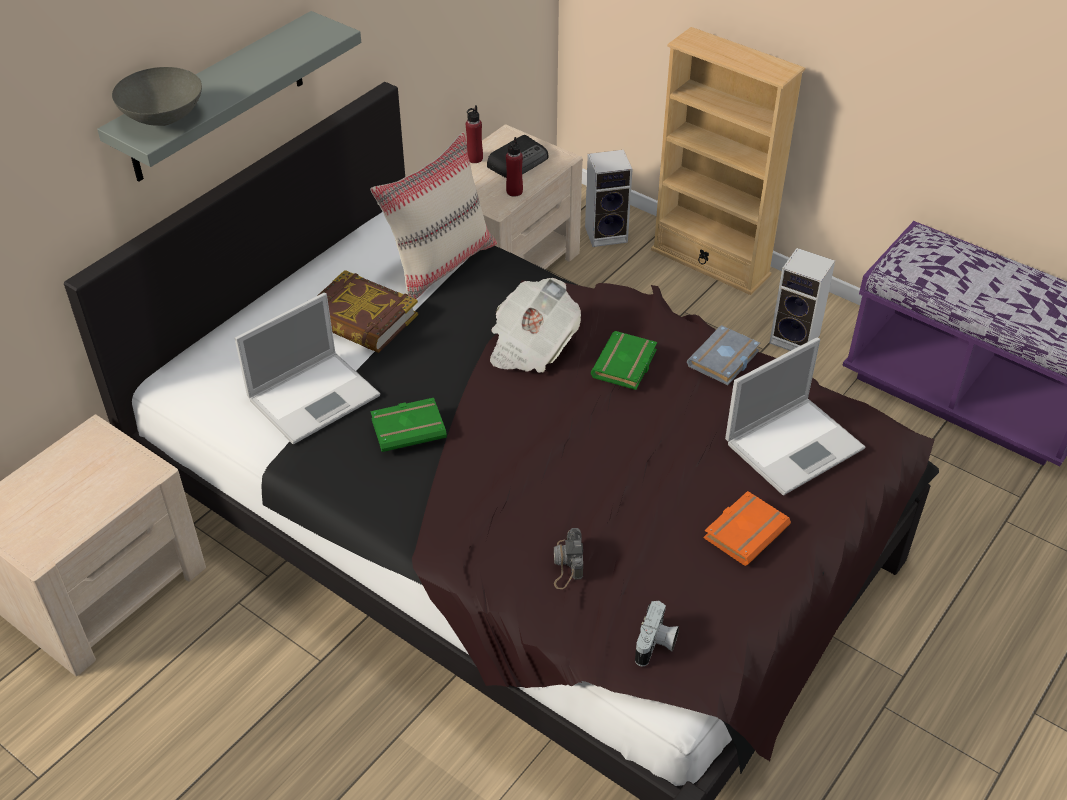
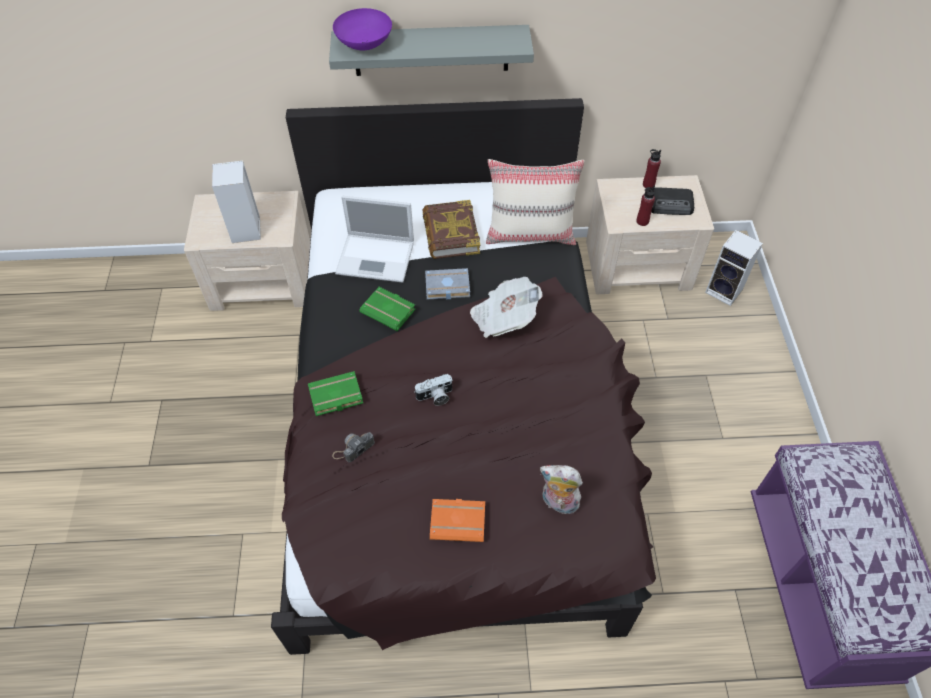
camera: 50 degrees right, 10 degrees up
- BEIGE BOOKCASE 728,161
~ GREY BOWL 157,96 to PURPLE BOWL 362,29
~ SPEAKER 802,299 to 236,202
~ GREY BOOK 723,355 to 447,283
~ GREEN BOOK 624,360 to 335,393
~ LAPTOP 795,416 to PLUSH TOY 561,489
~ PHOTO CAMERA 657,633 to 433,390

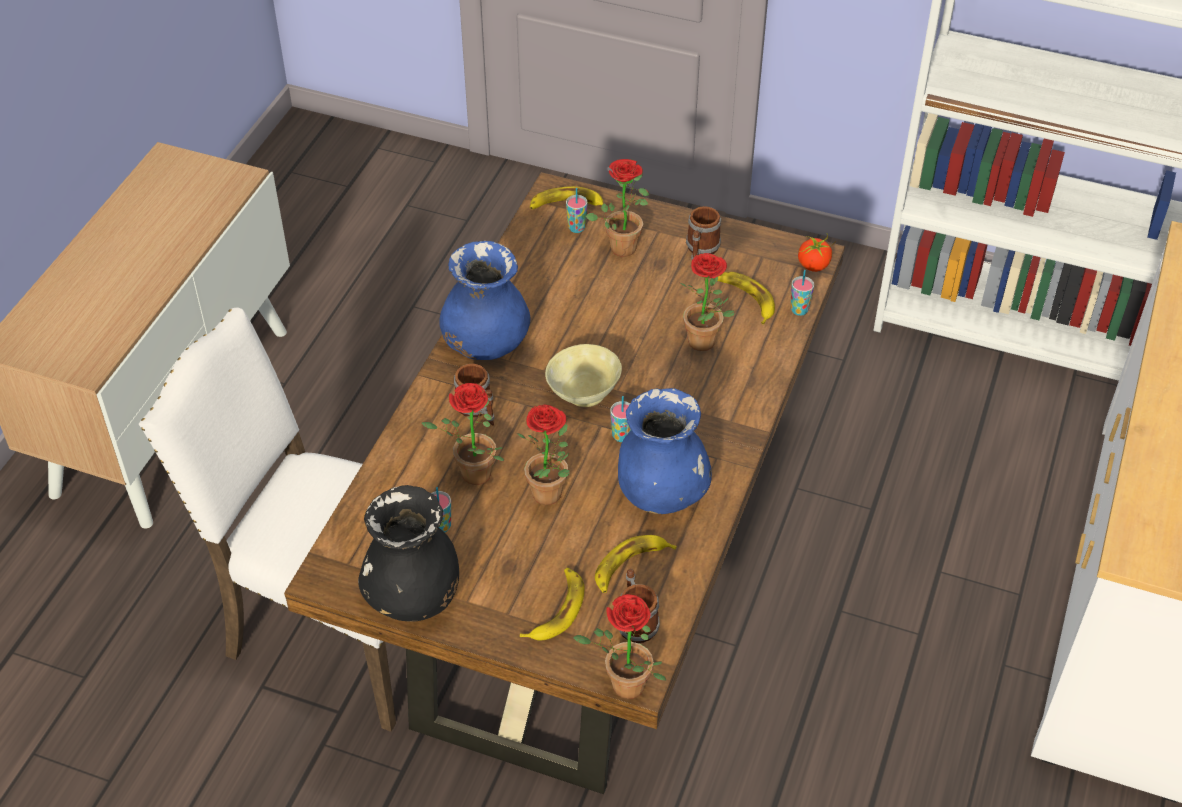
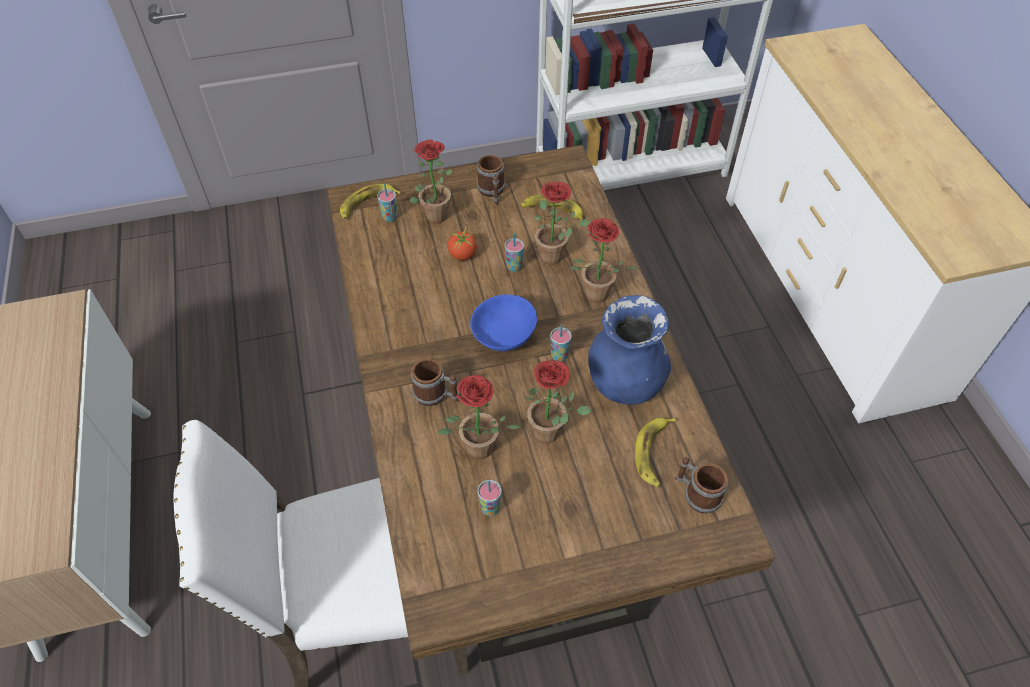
camera: 35 degrees left, 5 degrees up
~ TOMATO 817,252 to 462,242
- BLUE VASE 484,300
~ CUP 802,293 to 514,252
~ BEIGE BOWL 583,375 to BLUE BOWL 503,322
- BLACK VASE 408,553
- BANANA 552,604
~ POTTED PLANT 619,646 to 603,260

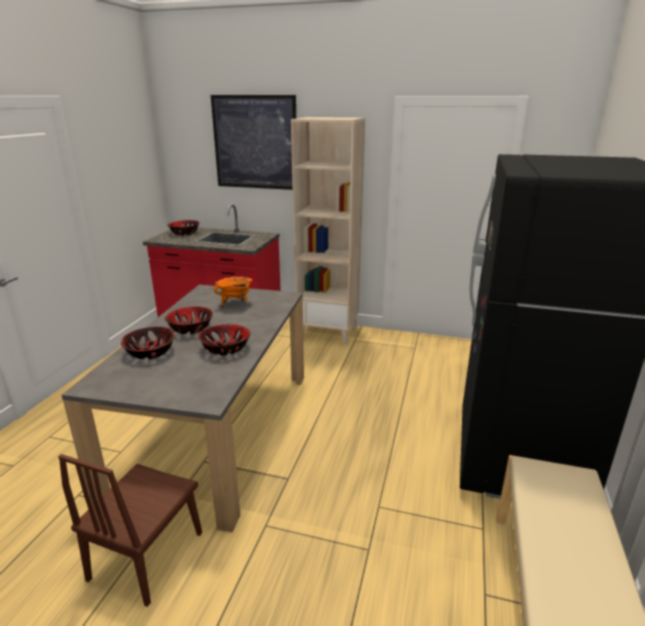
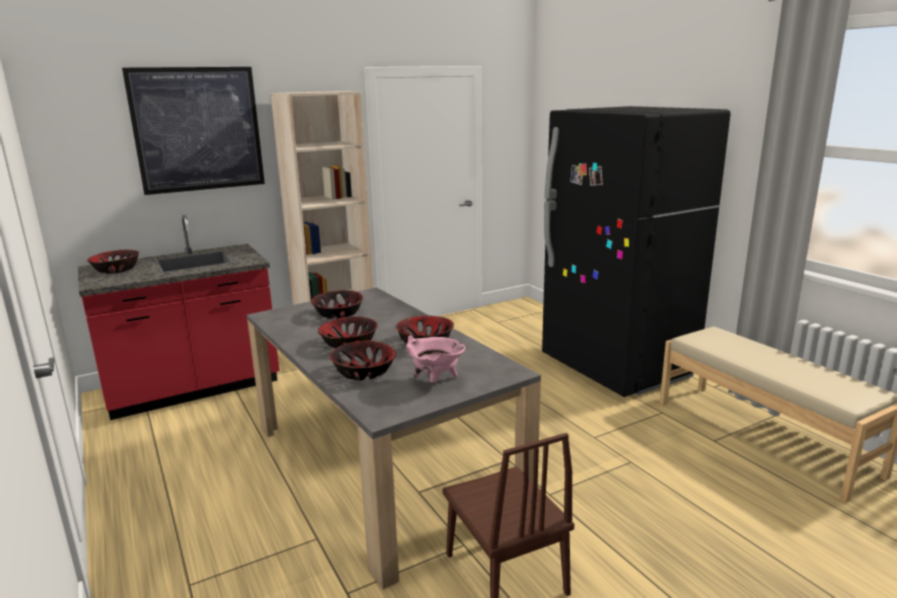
camera: 45 degrees left, 5 degrees down
~ ORANGE COOKING POT 233,292 to BOWL 337,304
+ PINK COOKING POT 435,359

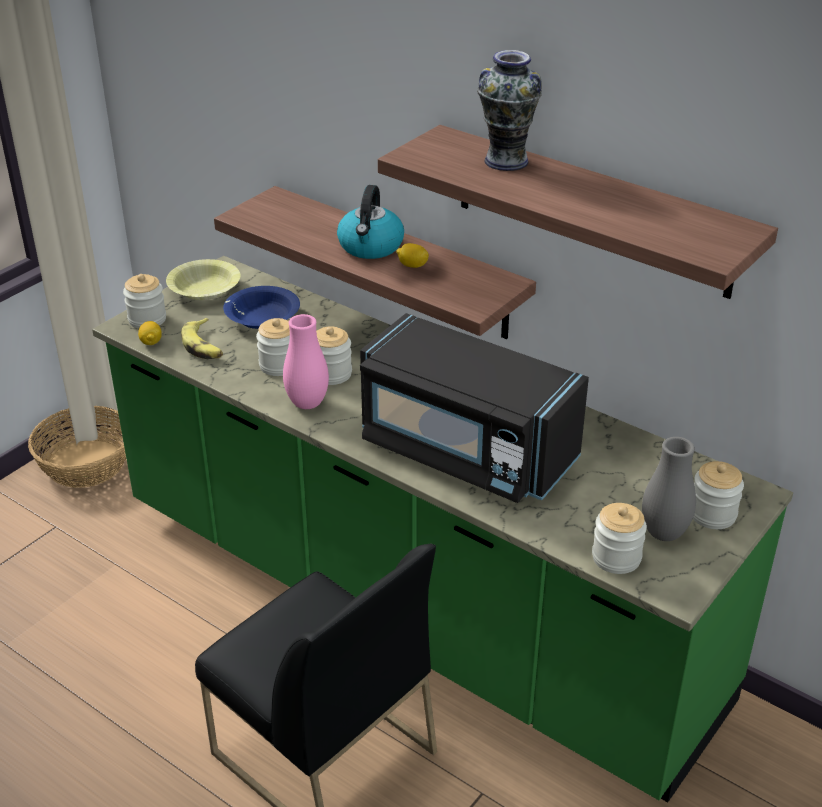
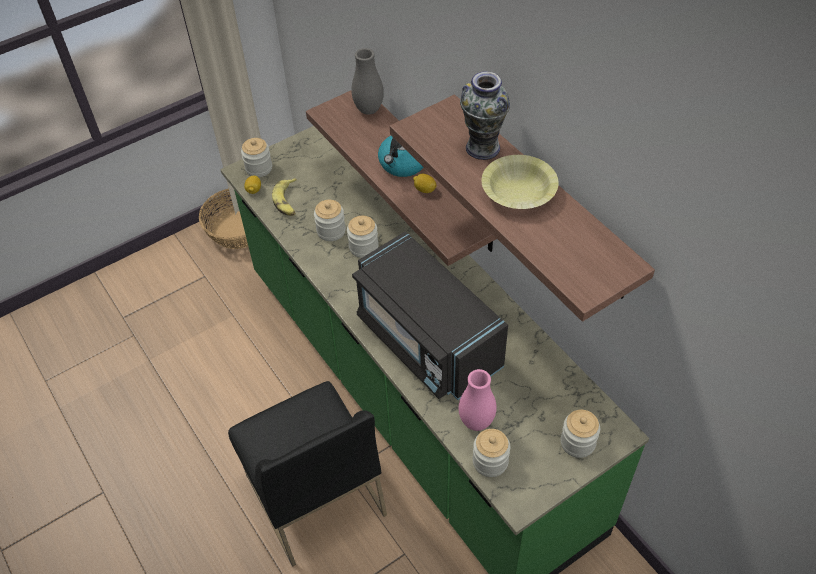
camera: 20 degrees right, 15 degrees up
~ YELLOW BOWL 203,279 to 520,182
- BLUE BOWL 261,307
~ PINK VASE 306,361 to 477,400
~ GREY VASE 669,489 to 367,81

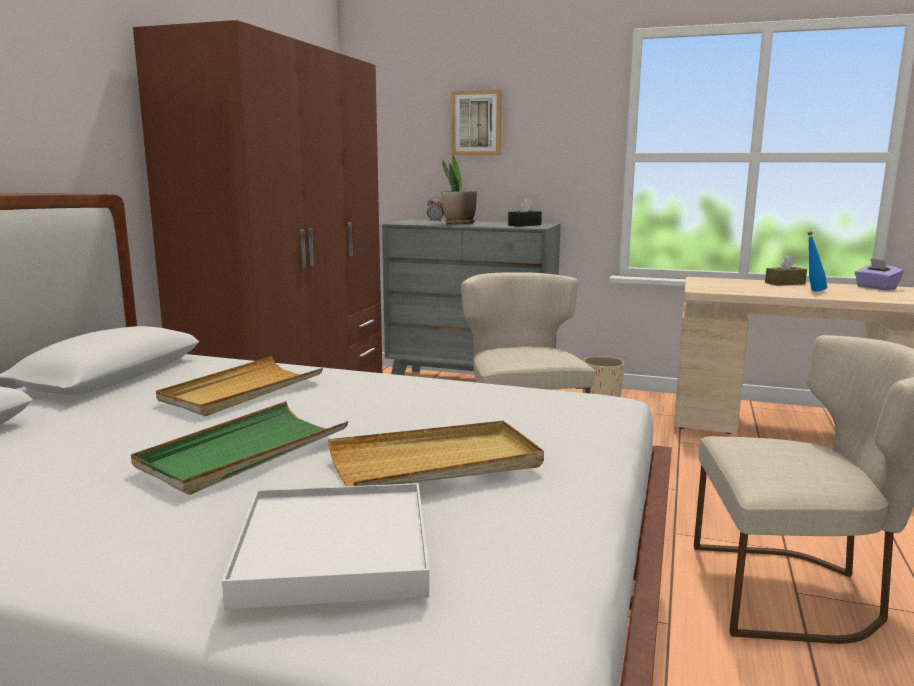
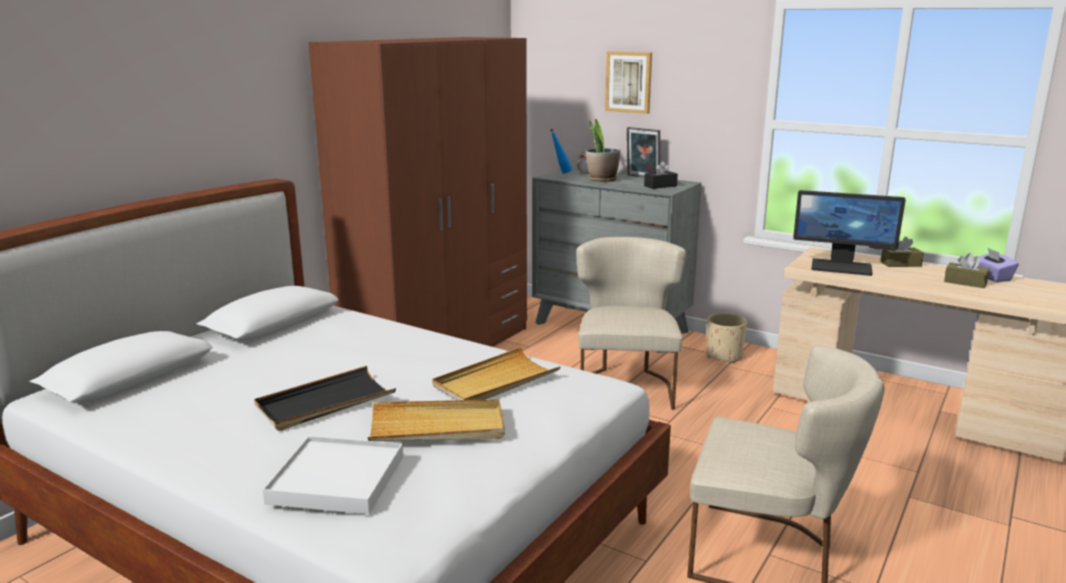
camera: 15 degrees right, 5 degrees up
~ BLUE BOTTLE 817,261 to 561,151
~ BEIGE TRAY 239,386 to 496,373
~ GREEN TRAY 239,448 to BLACK TRAY 325,398
+ PICTURE FRAME 643,152
+ MONITOR 849,233
+ BROWN TISSUE BOX 967,270

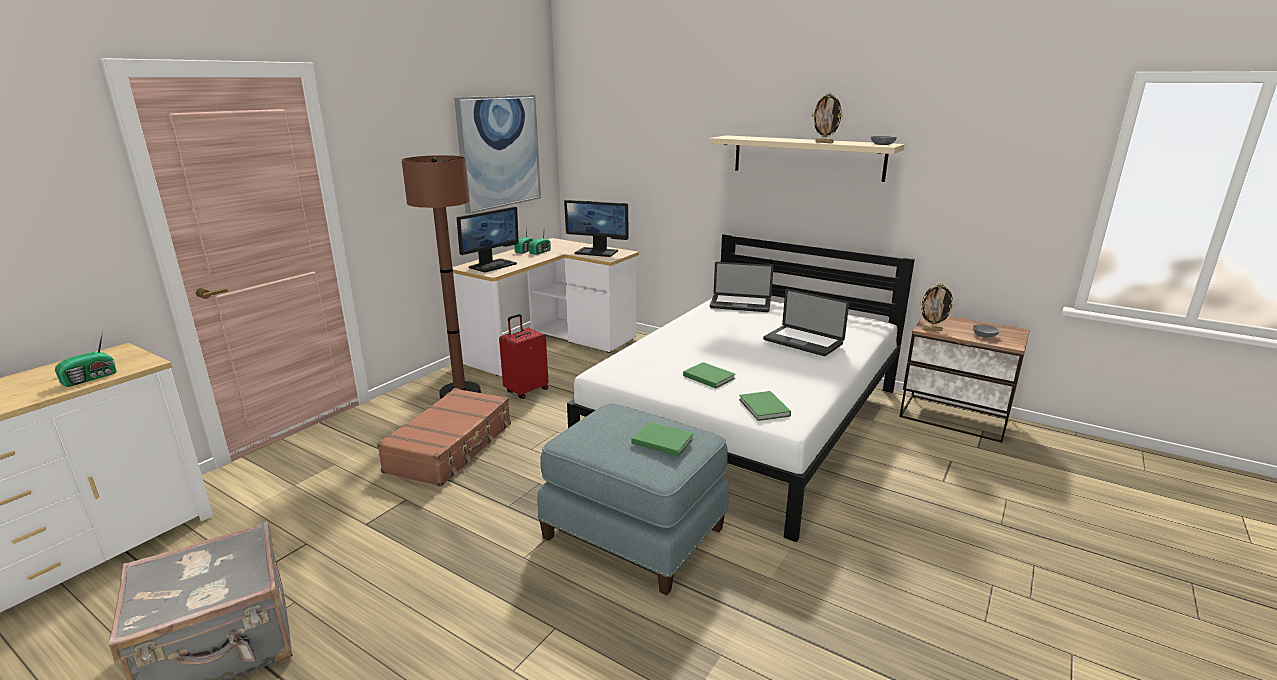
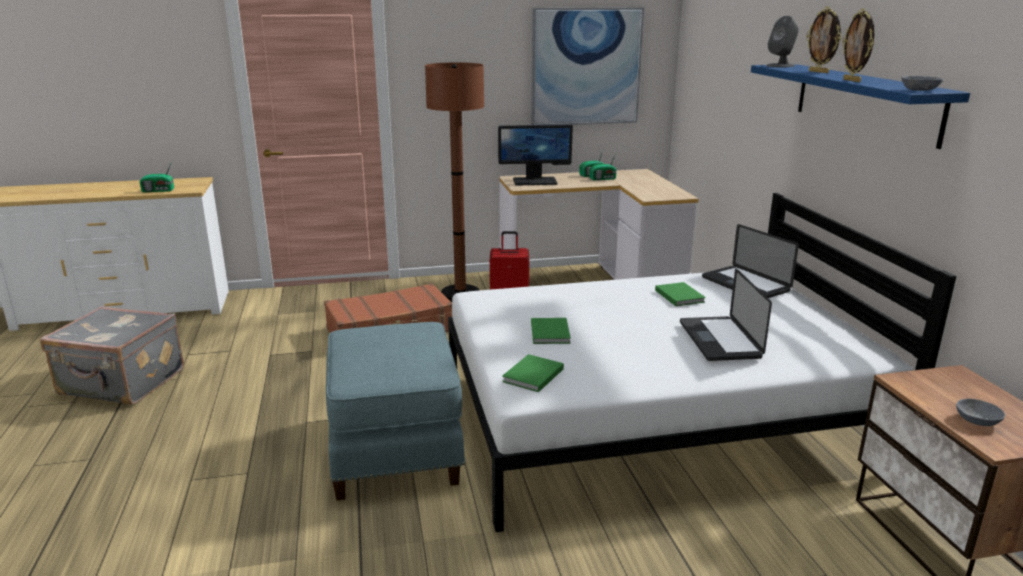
camera: 45 degrees right, 0 degrees up
~ BEIGE SHELF 807,158 to BLUE SHELF 860,106
- MONITOR 596,228
~ PICTURE FRAME 937,307 to 823,40
~ GREEN BOOK 663,439 to 680,294
+ GREY SPEAKER 782,42

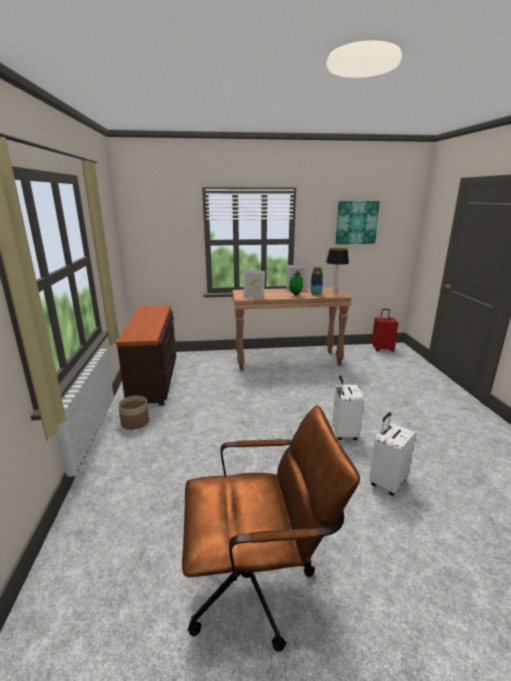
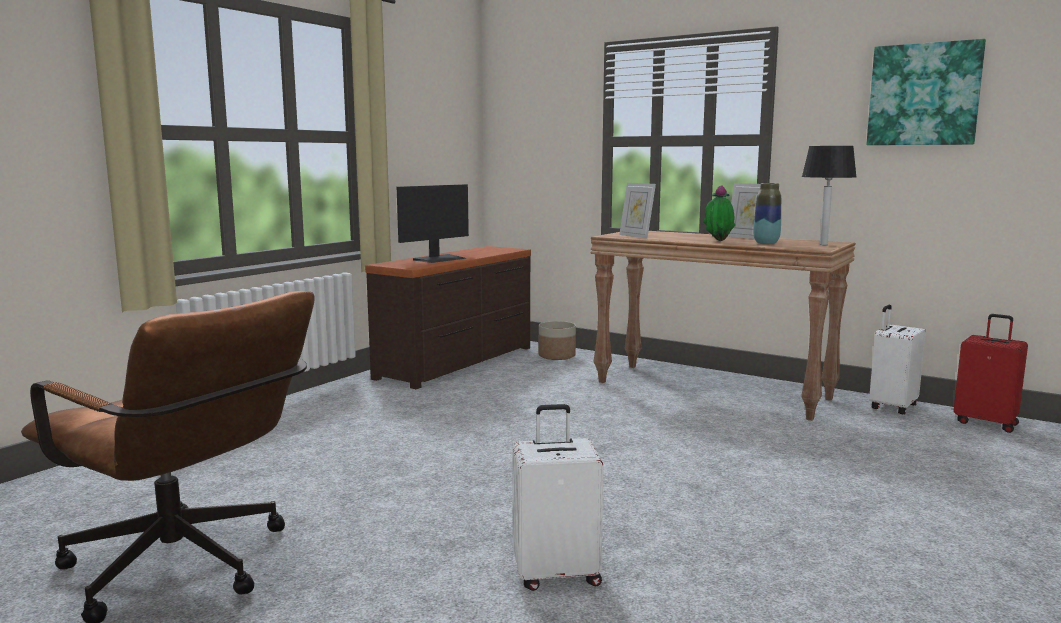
camera: 40 degrees right, 10 degrees down
~ WHITE SUITCASE 348,408 to 897,360
~ PLANTER 133,413 to 557,340
+ MONITOR 433,223

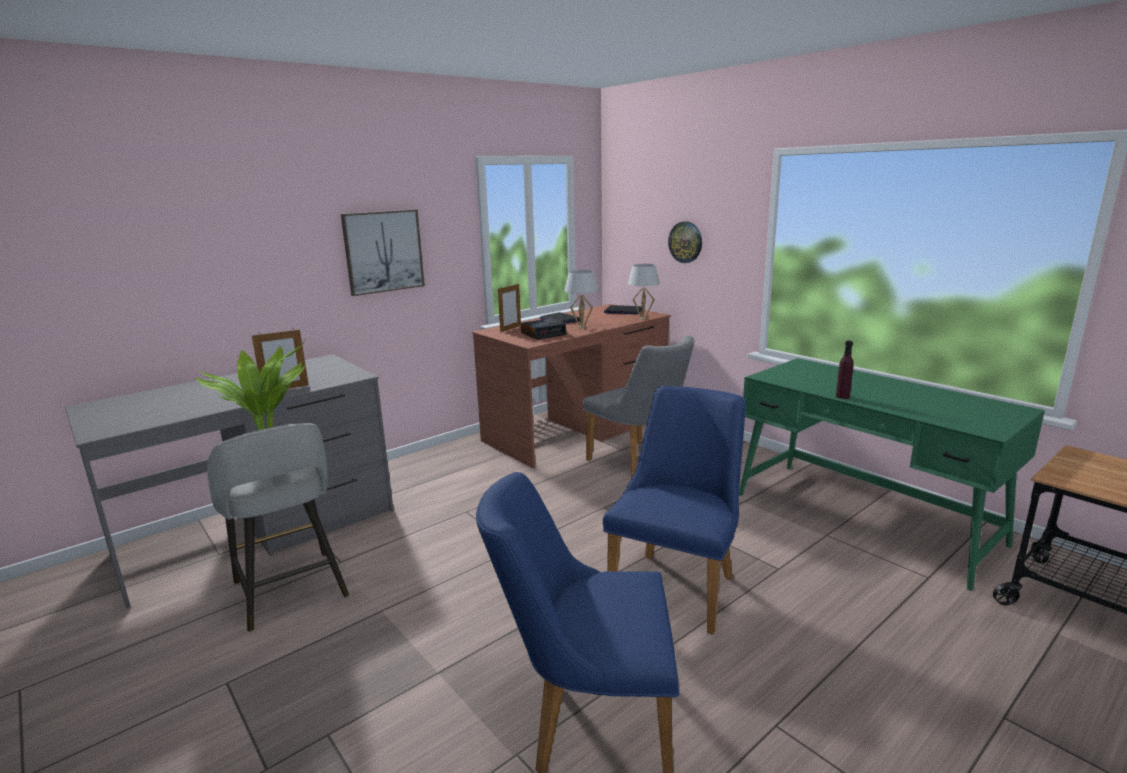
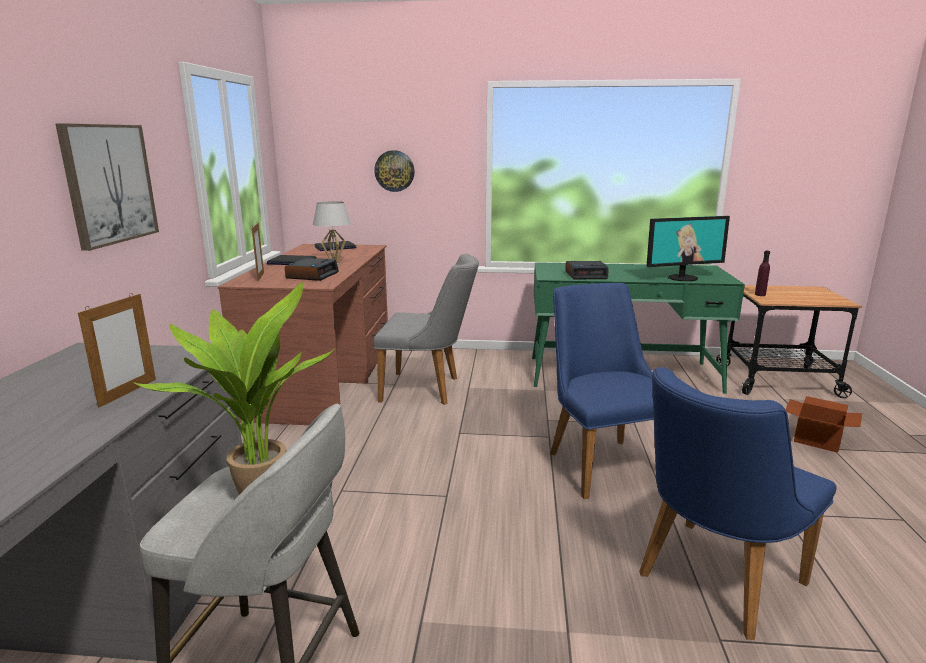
camera: 45 degrees left, 0 degrees up
- WHITE TABLE LAMP 644,292
~ PURPLE BOTTLE 844,370 to 762,273
+ MONITOR 688,248
+ ALARM CLOCK 587,270
+ CARDBOARD BOX 823,424

